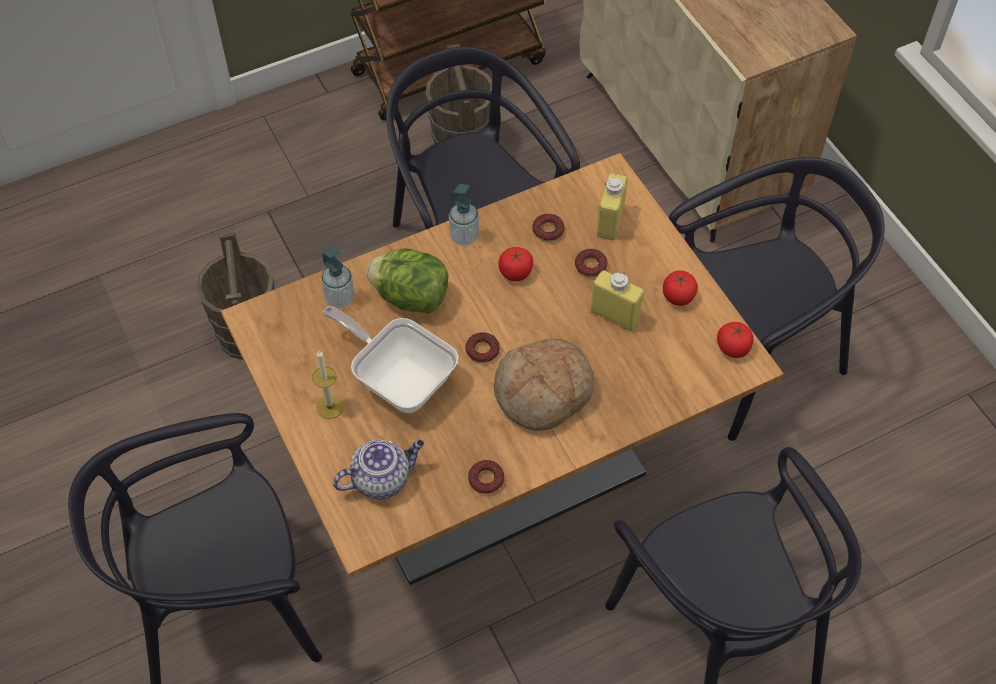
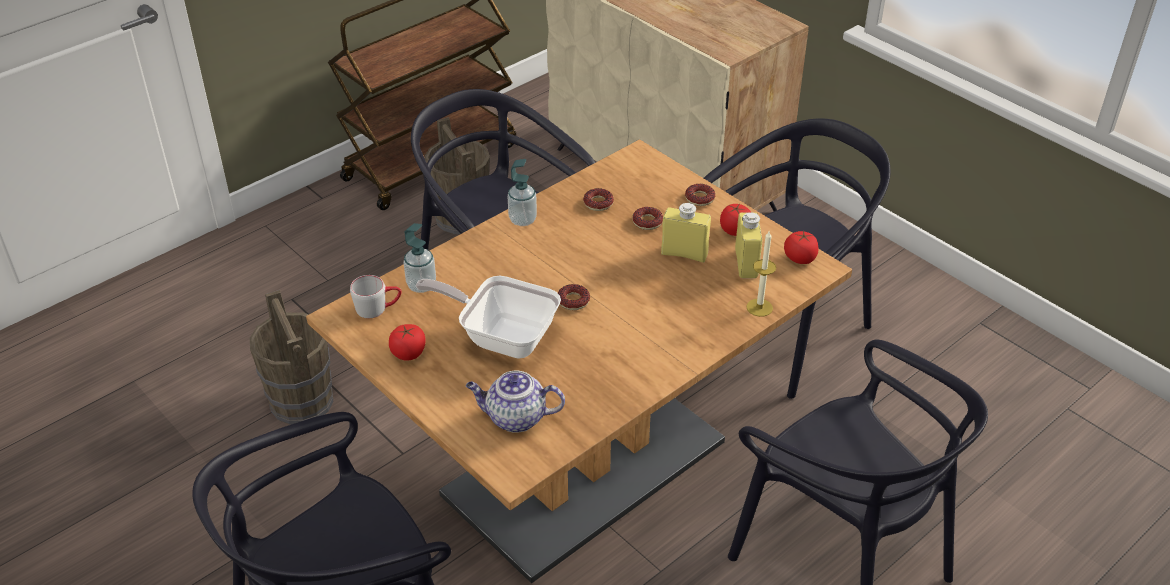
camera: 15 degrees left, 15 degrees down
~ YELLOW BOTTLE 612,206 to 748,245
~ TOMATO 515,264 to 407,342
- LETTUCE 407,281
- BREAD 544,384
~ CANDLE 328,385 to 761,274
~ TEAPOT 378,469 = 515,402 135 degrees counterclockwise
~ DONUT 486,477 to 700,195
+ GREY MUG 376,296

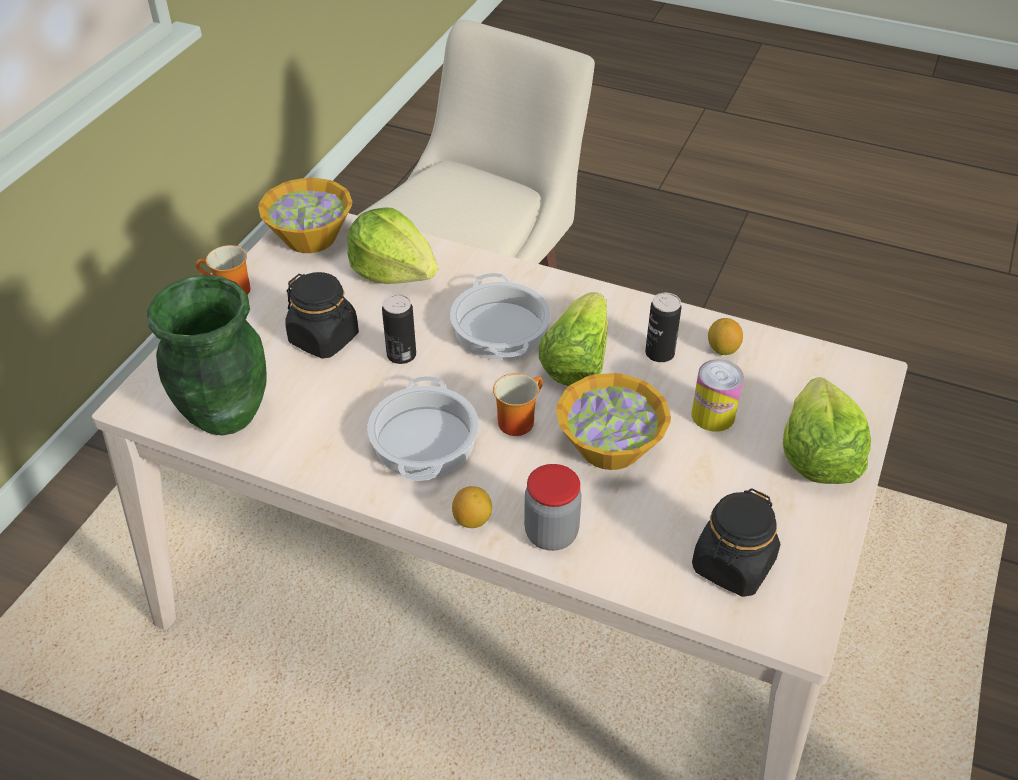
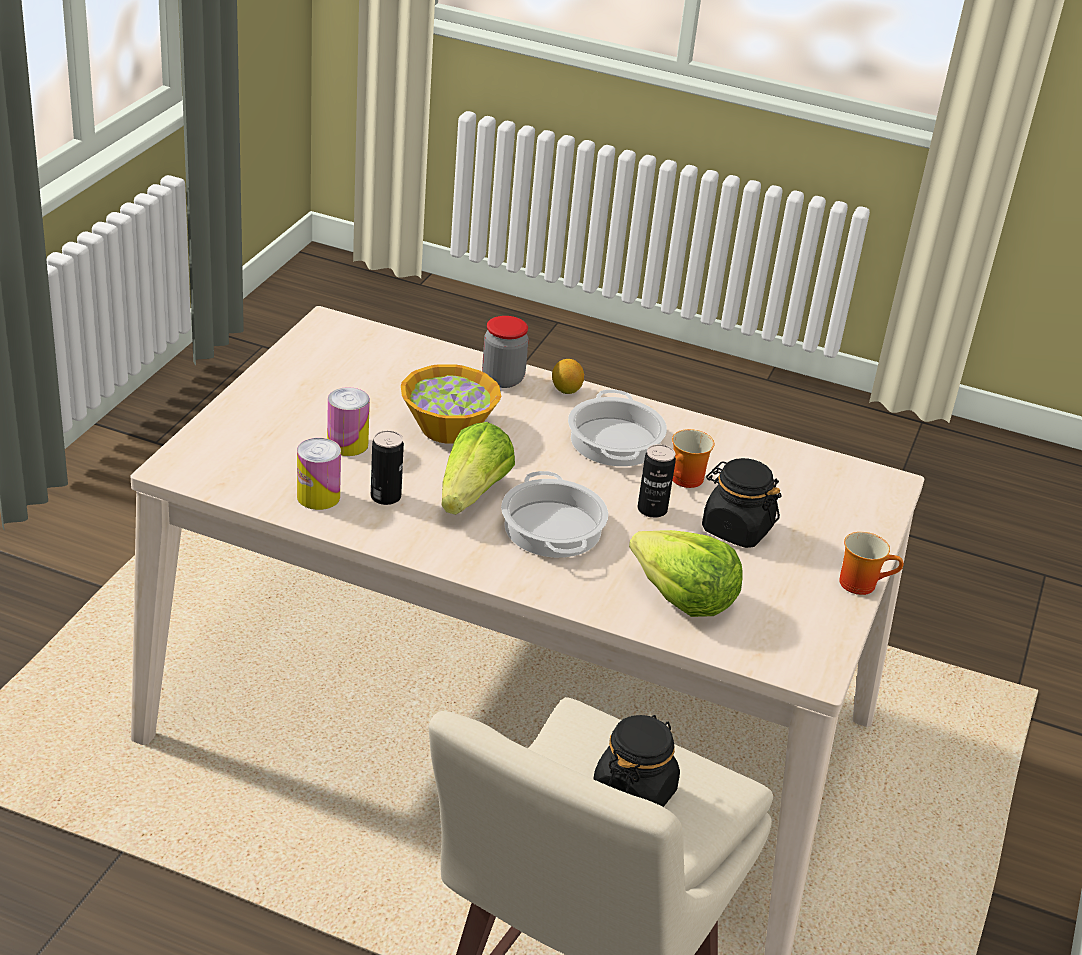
camera: 175 degrees right, 10 degrees down
- BOWL 305,215
- GREEN VASE 207,355
~ LEMON 725,336 to CAN 319,474
~ MUG 518,404 to 693,458
- LETTUCE 827,430
~ BLACK JAR 736,543 to 636,761

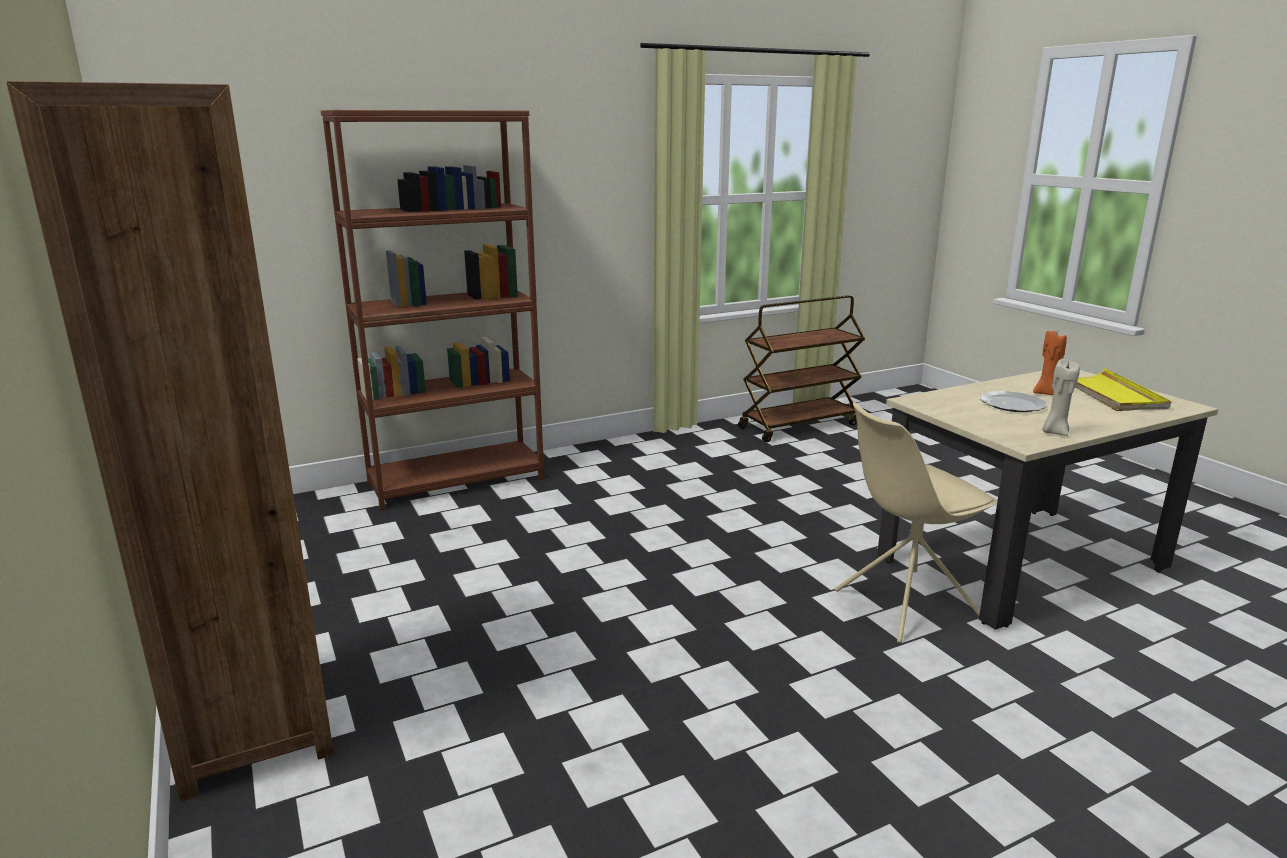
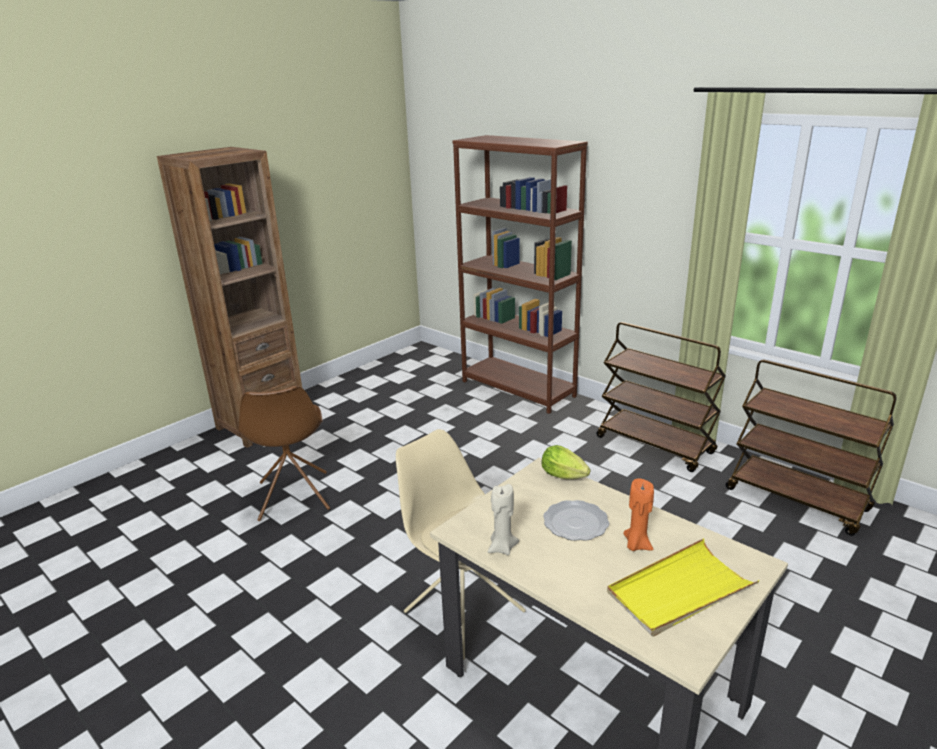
camera: 70 degrees right, 5 degrees up
+ BROWN CART 661,397
+ BROWN CHAIR 284,453
+ LETTUCE 566,462

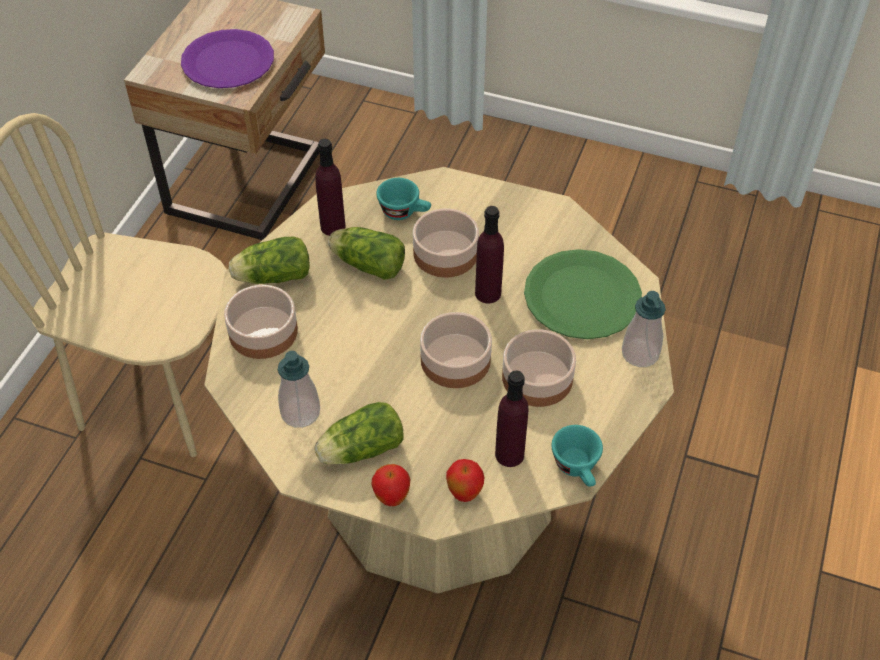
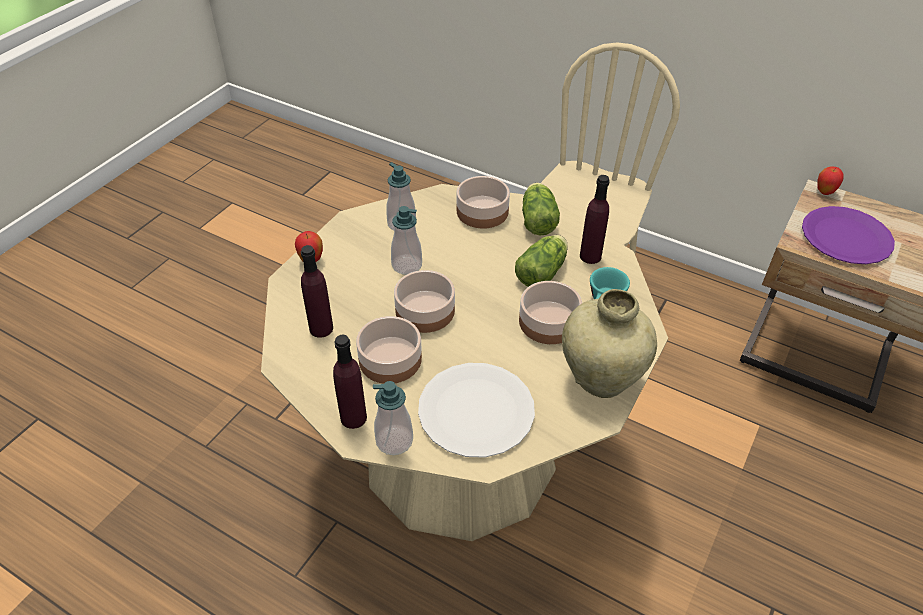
camera: 100 degrees right, 5 degrees down
~ PURPLE BOTTLE 489,254 to 350,382
~ GREEN PLATE 583,294 to WHITE PLATE 476,410
- LETTUCE 359,433
- TURQUOISE CUP 577,456
~ APPLE 465,480 to 830,181
+ SOAP DISPENSER 406,240
+ BEIGE VASE 609,343

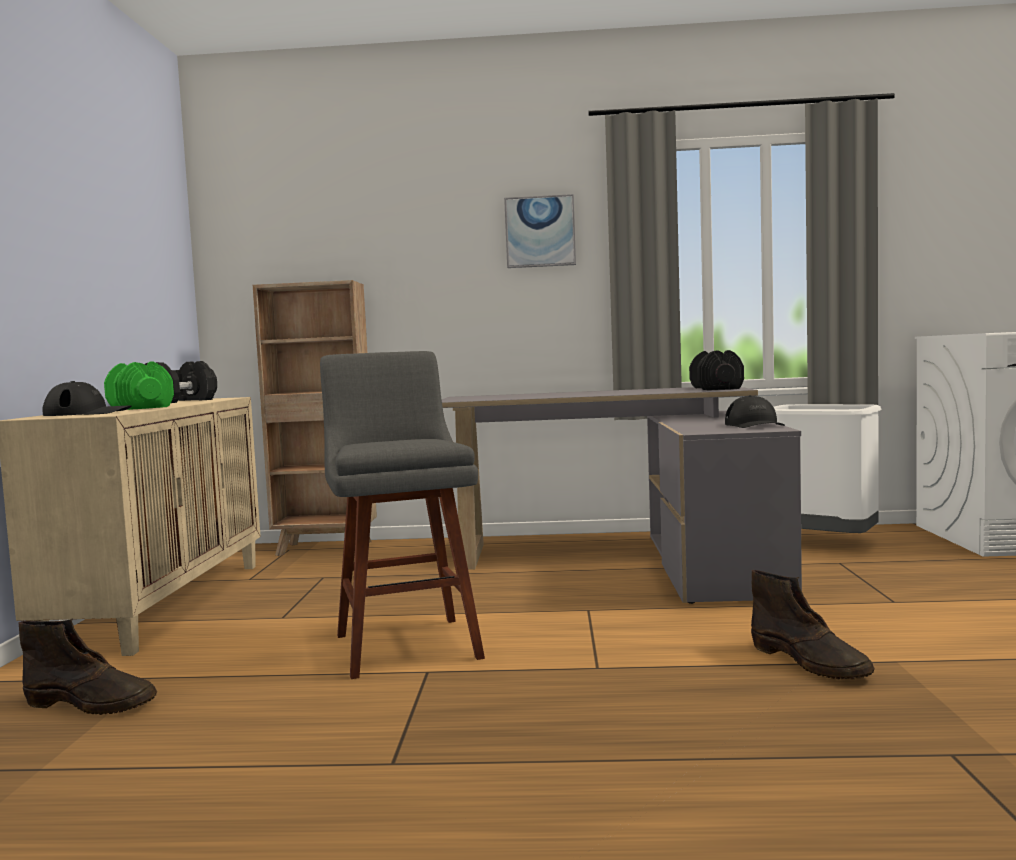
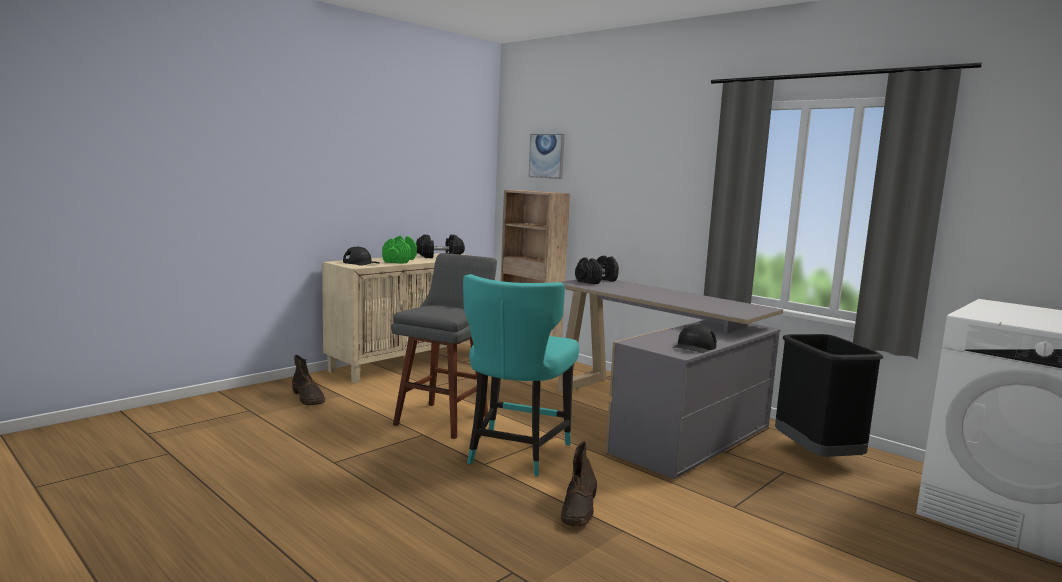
camera: 40 degrees right, 5 degrees up
~ PICTURE 540,231 to 547,156
~ BLACK DUMBBELL 716,370 to 597,269
~ WHITE TRASH CAN 828,468 to BLACK TRASH CAN 829,395
+ TURQUOISE CHAIR 521,375

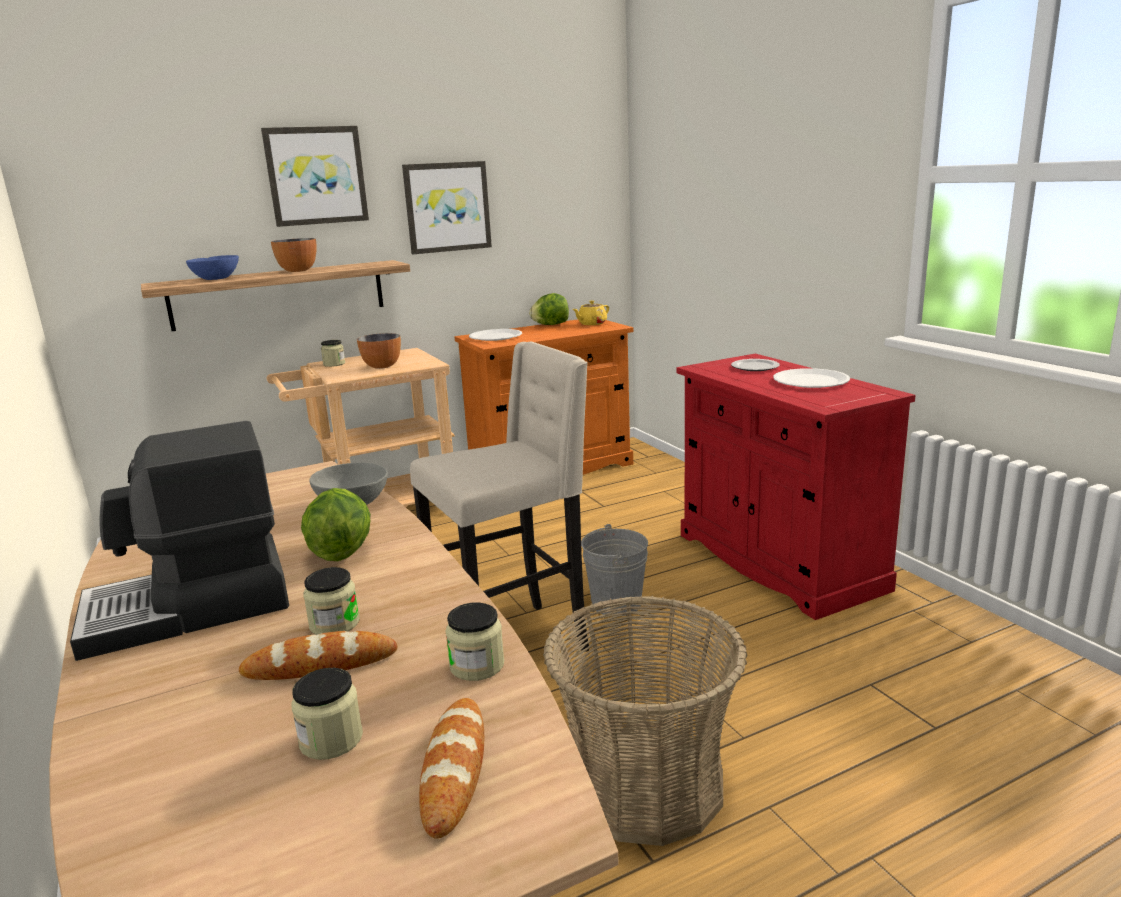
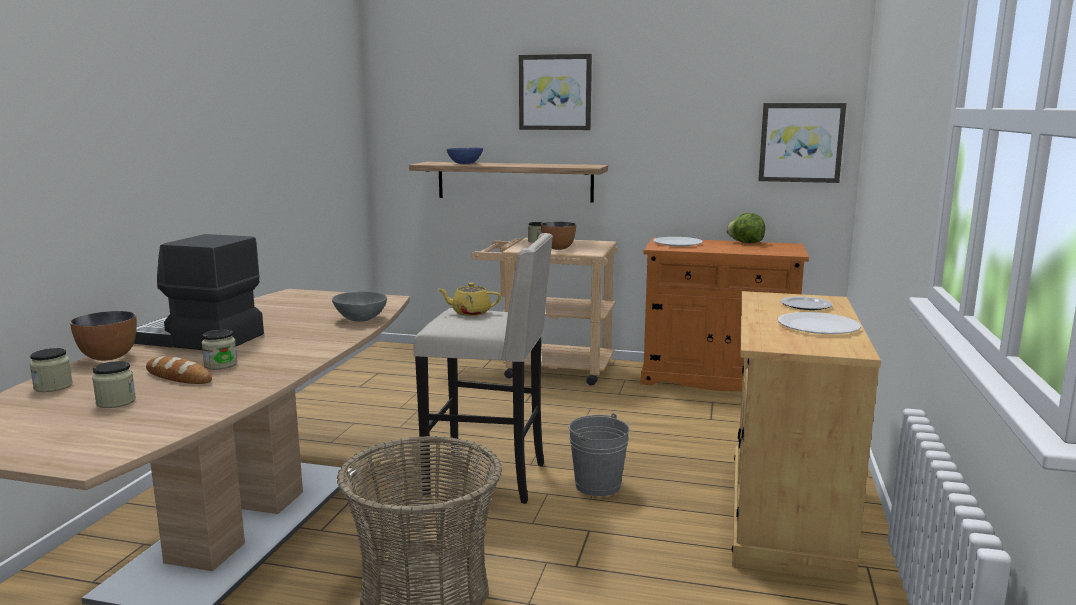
camera: 40 degrees right, 5 degrees down
~ PICTURE 447,207 to 802,143
~ BOWL 294,255 to 103,336
~ YELLOW TEAPOT 591,313 to 469,299
~ RED CABINET 796,487 to BEIGE CABINET 806,437
- LETTUCE 336,524
~ JAR 474,641 to 51,370
- BREAD 451,768

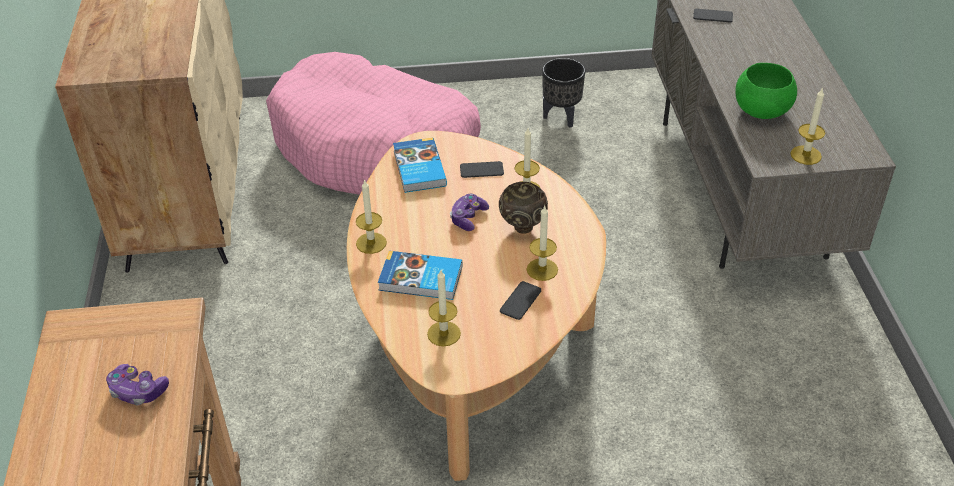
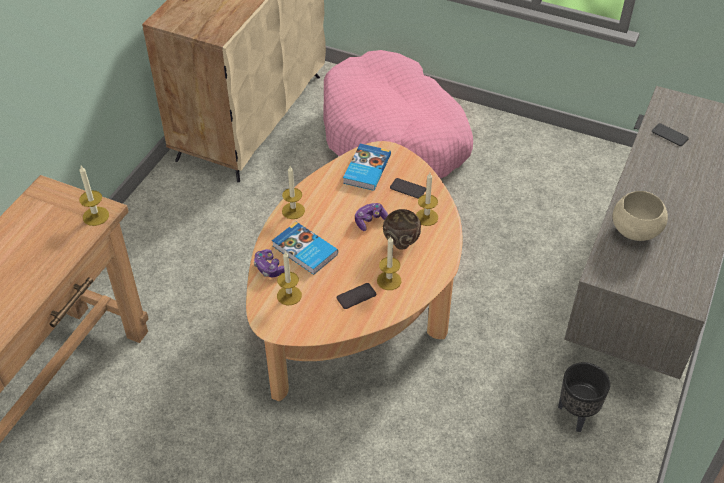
camera: 30 degrees right, 5 degrees up
~ BLACK PLANTER 563,93 to 584,397
~ GREEN BOWL 766,91 to BEIGE BOWL 640,216
~ CANDLE 808,126 to 94,196
~ GAME CONTROLLER 137,384 to 269,263

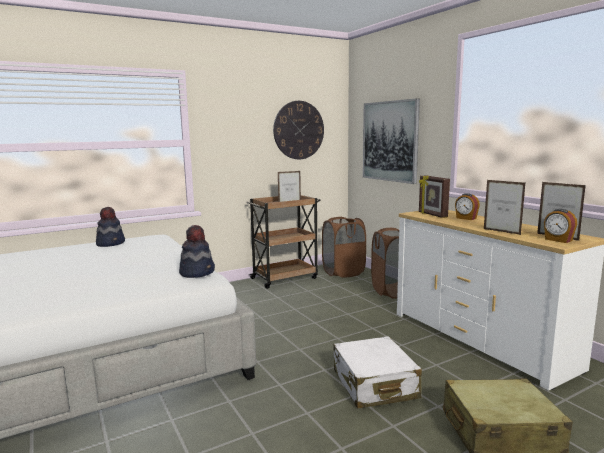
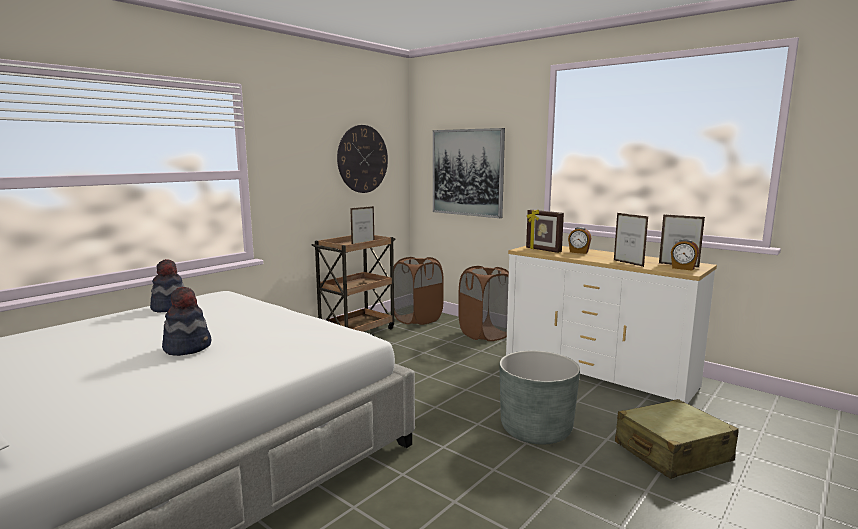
camera: 20 degrees left, 0 degrees up
~ PICTURE FRAME 504,207 = 631,240 150 degrees counterclockwise
~ HAT 197,251 to 186,321
~ WHITE SUITCASE 378,372 to GREY PLANTER 540,398

